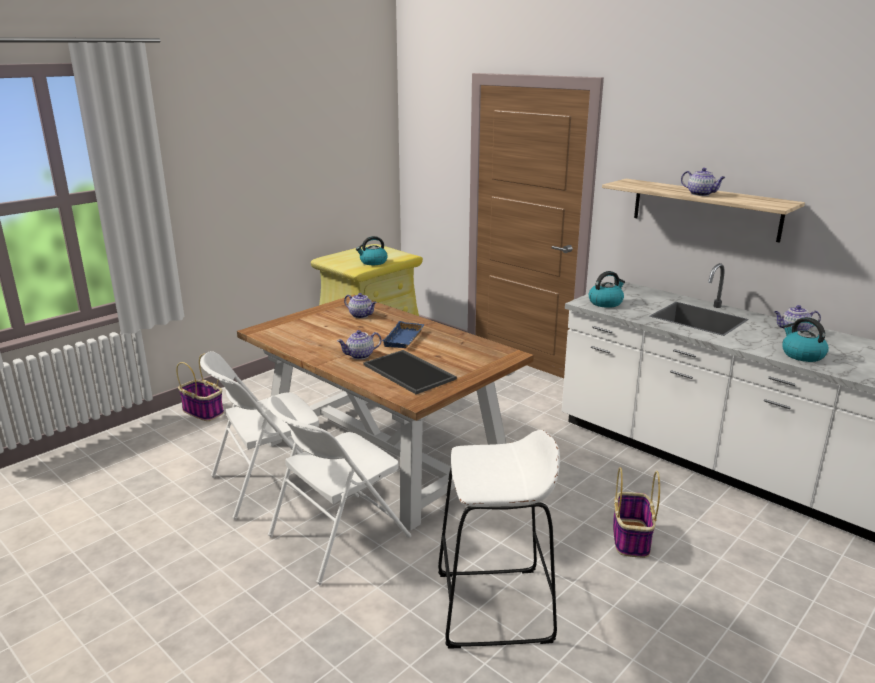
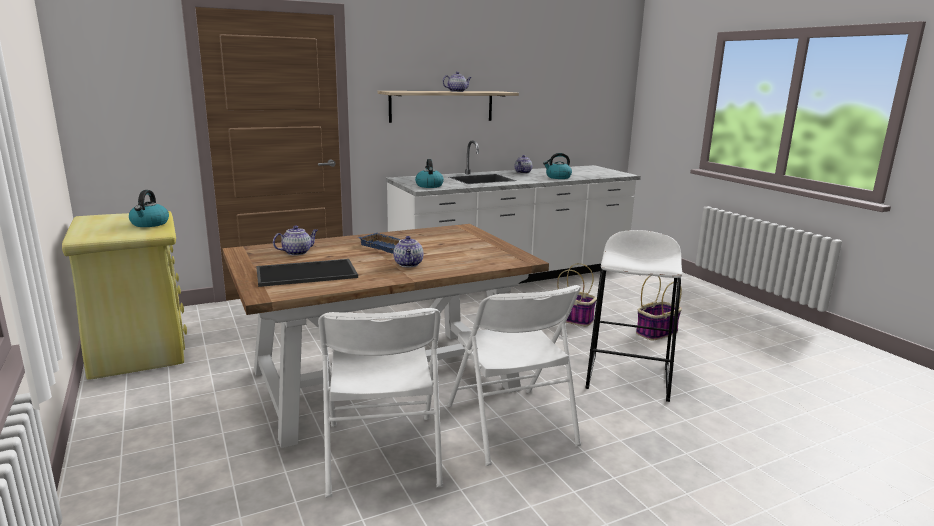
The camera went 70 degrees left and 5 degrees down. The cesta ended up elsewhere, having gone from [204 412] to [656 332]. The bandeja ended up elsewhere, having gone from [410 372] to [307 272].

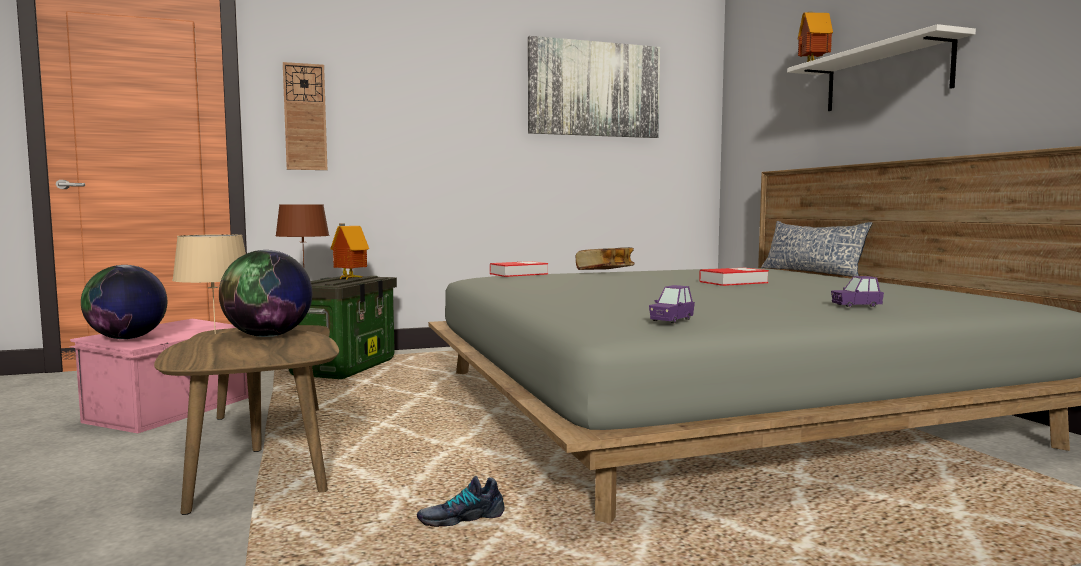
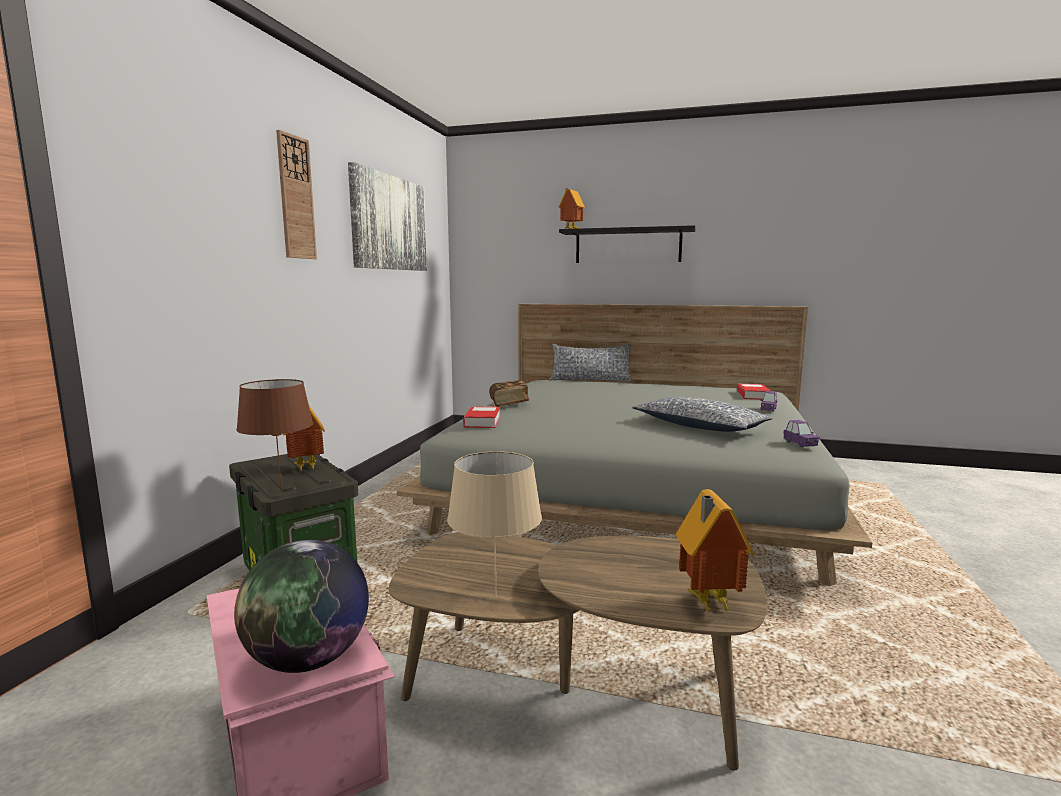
The camera went 55 degrees left and 5 degrees up. The second view lost the globo terráqueo at [268 336]. The reloj de pared ended up elsewhere, having gone from [305 117] to [296 198]. The second view lost the zapato at [461 519]. The libro ended up elsewhere, having gone from [733 282] to [752 395]. What was the estante/blanco at [886 76] turned into the estante/negro at [628 246]. The second view gained the cojín at [699 426]. The second view gained the casita at [706 602].

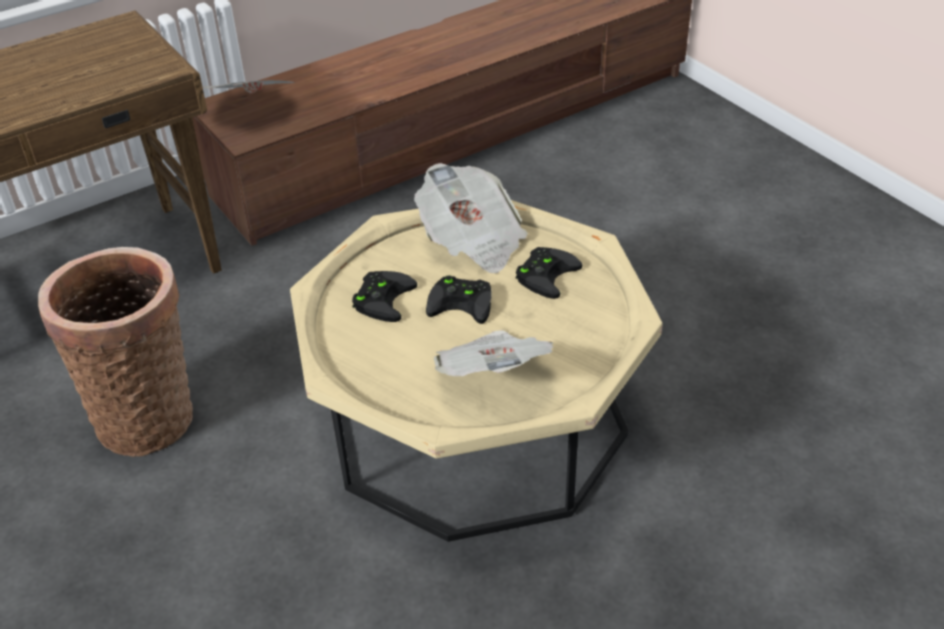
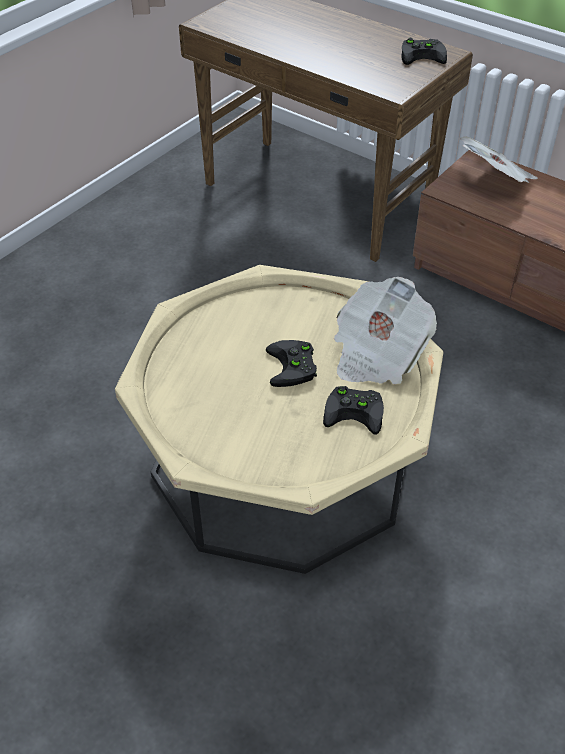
The camera went 70 degrees right and 5 degrees up. The second view lost the cesta at [147 415]. The mando de consola/negro ended up elsewhere, having gone from [382 297] to [423 55]. The second view lost the periódico at [492 376].

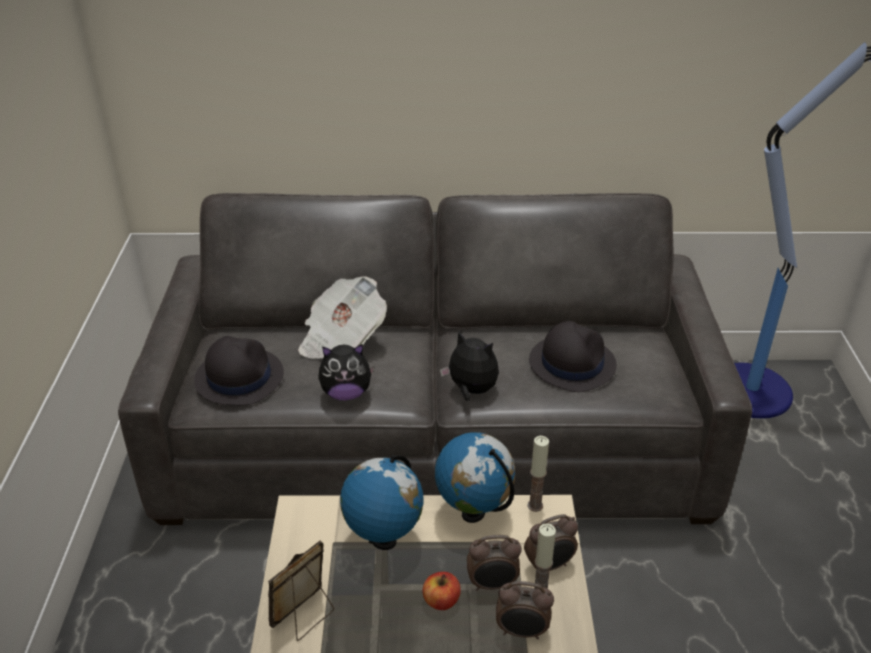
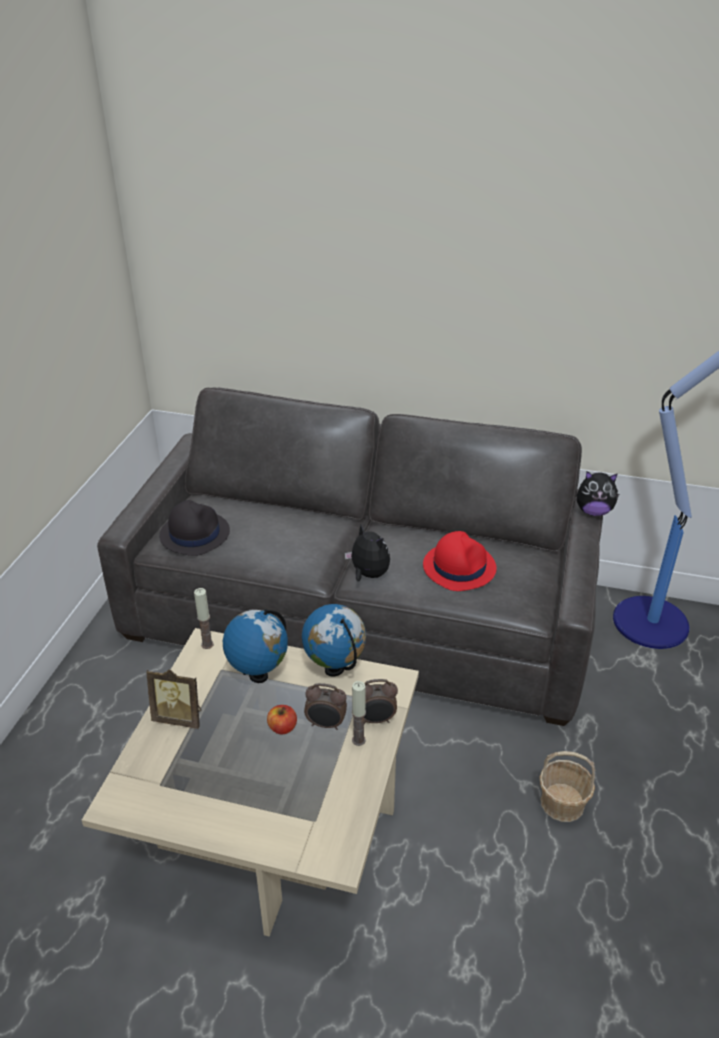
The camera went 15 degrees right and 0 degrees up. The portarretratos at [305 616] ended up facing another way, 135 degrees counterclockwise from before. The second view lost the periódico at [341 339]. The peluche ended up elsewhere, having gone from [346 393] to [593 511]. The second view lost the despertador at [522 632]. The vela ended up elsewhere, having gone from [535 505] to [207 644]. What was the sombrero/negro at [572 363] turned into the sombrero/rojo at [459 566]. The second view gained the cesta at [562 803].

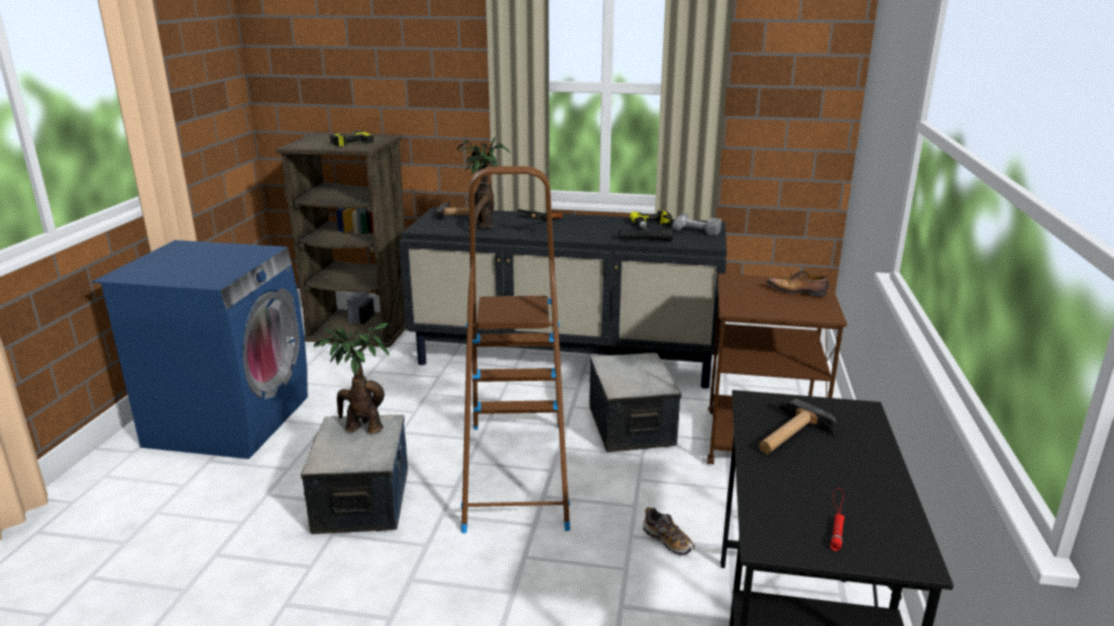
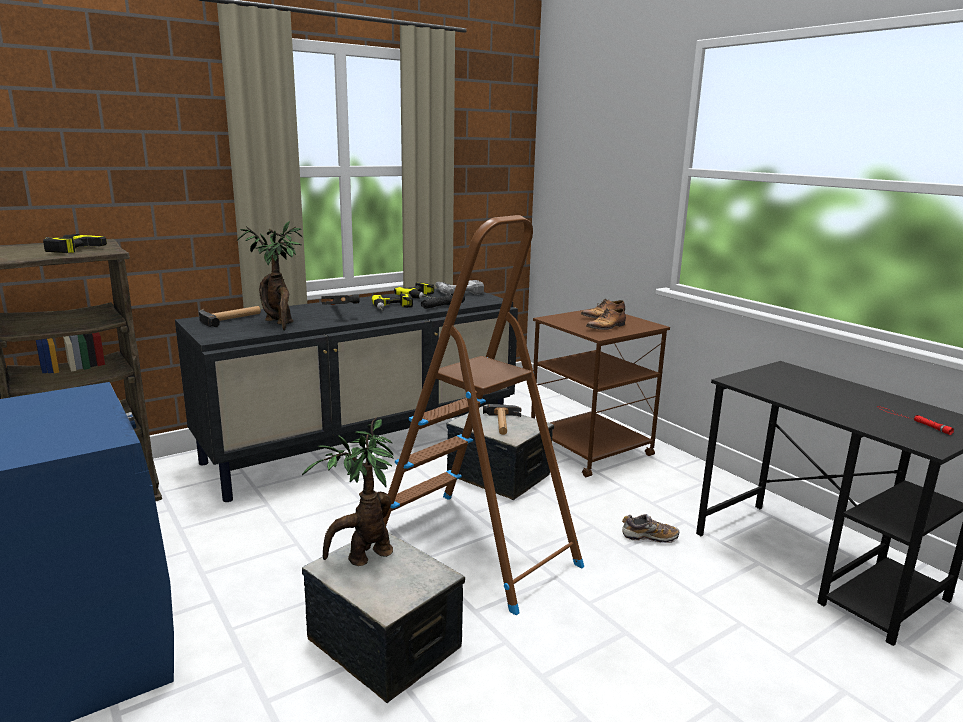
The camera went 45 degrees left and 5 degrees down. The martillo ended up elsewhere, having gone from [789 436] to [502 423]. The second view gained the taladro at [393 308]. The second view gained the zapato at [607 327].

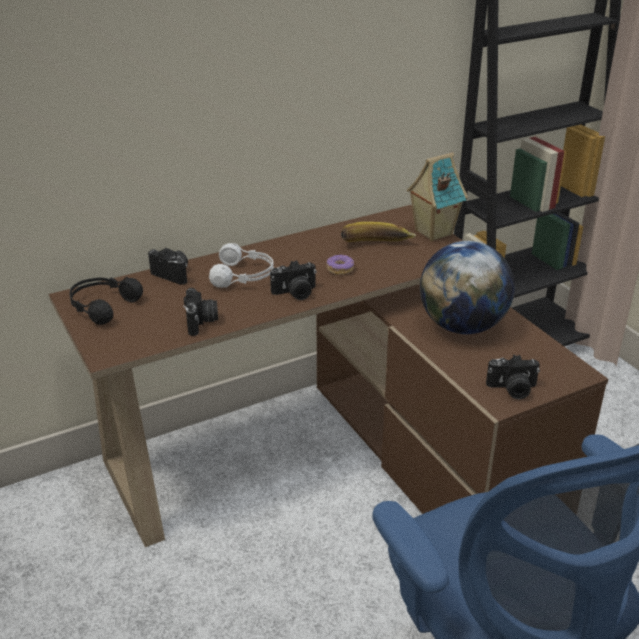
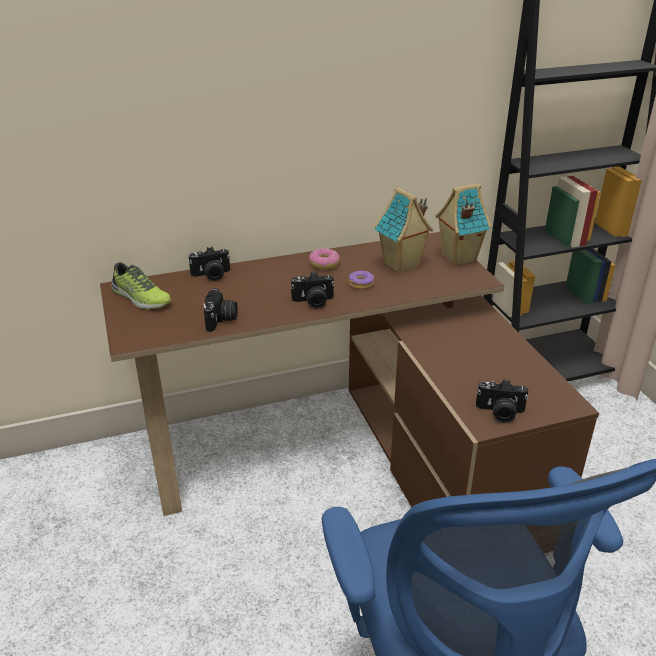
The camera went 10 degrees right and 0 degrees up. Where the auriculares/negro stood at [102 306], the zapato came to stand at [140 298]. The cámara at [173 274] ended up facing another way, 120 degrees clockwise from before. The second view lost the auriculares/blanco at [244 276]. Where the plátano stood at [376 246], the casita came to stand at [401 265]. The second view lost the globo terráqueo at [462 326]. The second view gained the rosquilla at [324 264].

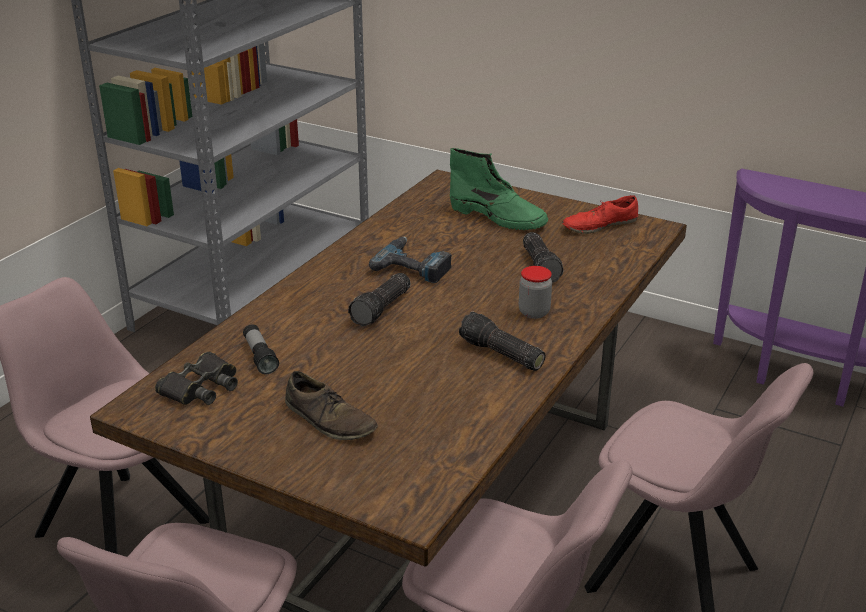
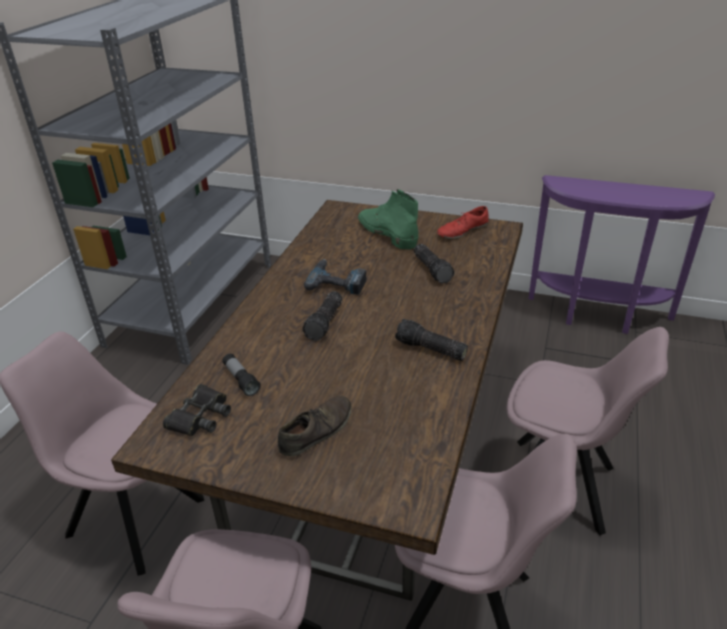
The camera went 10 degrees left and 5 degrees up. The zapato/marrón at [330 420] ended up facing another way, 75 degrees counterclockwise from before. The bota/verde at [498 217] ended up facing another way, 150 degrees counterclockwise from before. The second view lost the tarro at [534 312].

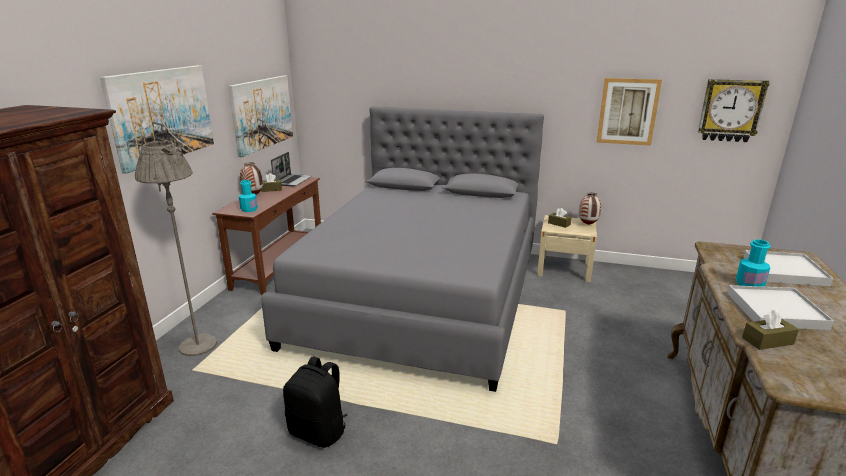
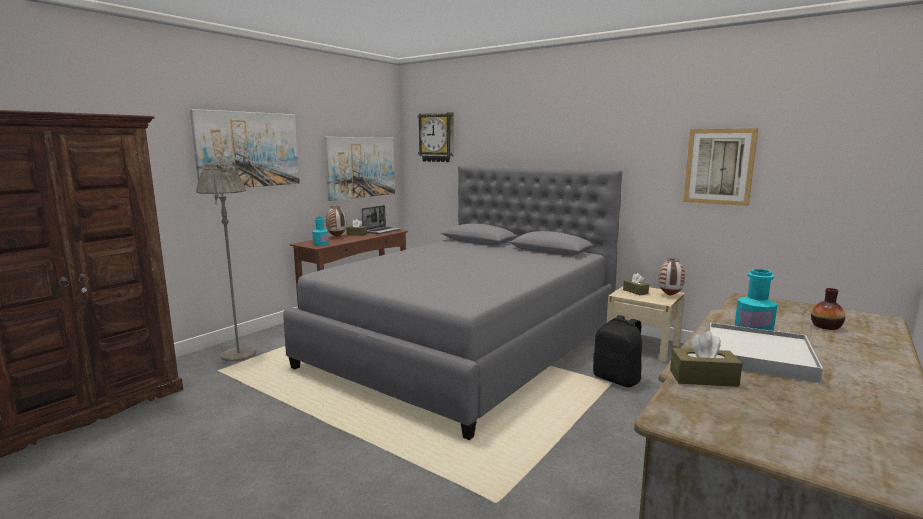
The camera went 20 degrees right and 10 degrees down. The mochila/negro ended up elsewhere, having gone from [319 432] to [617 379]. The reloj de pared ended up elsewhere, having gone from [730 110] to [437 137]. Where the bandeja/blanco stood at [784 271], the florero came to stand at [826 326].

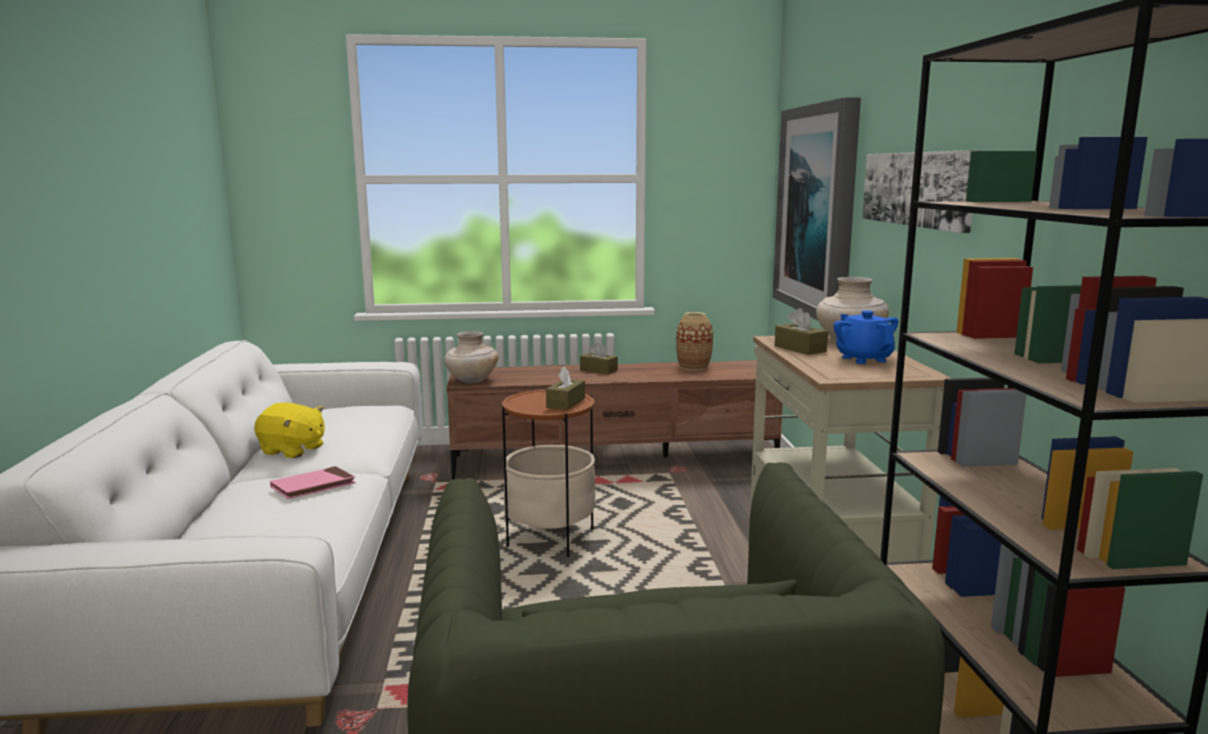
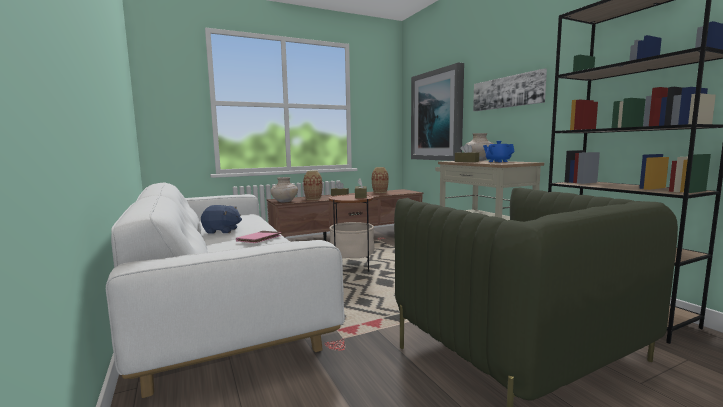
The camera went 20 degrees left and 5 degrees down. What was the peluche/amarillo at [292 450] turned into the peluche/azul at [222 231]. The second view gained the florero at [313 198].

